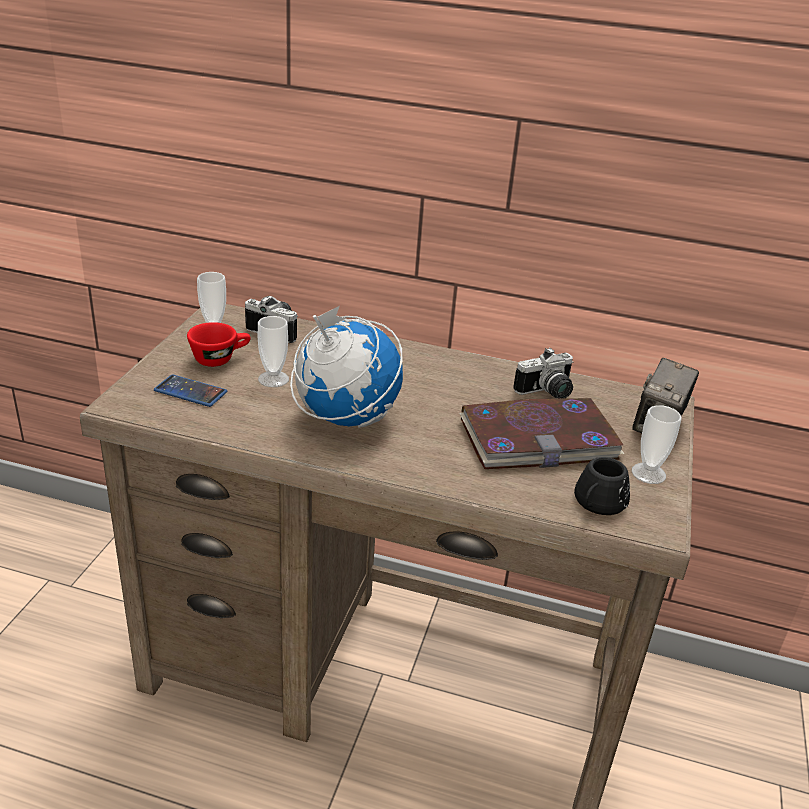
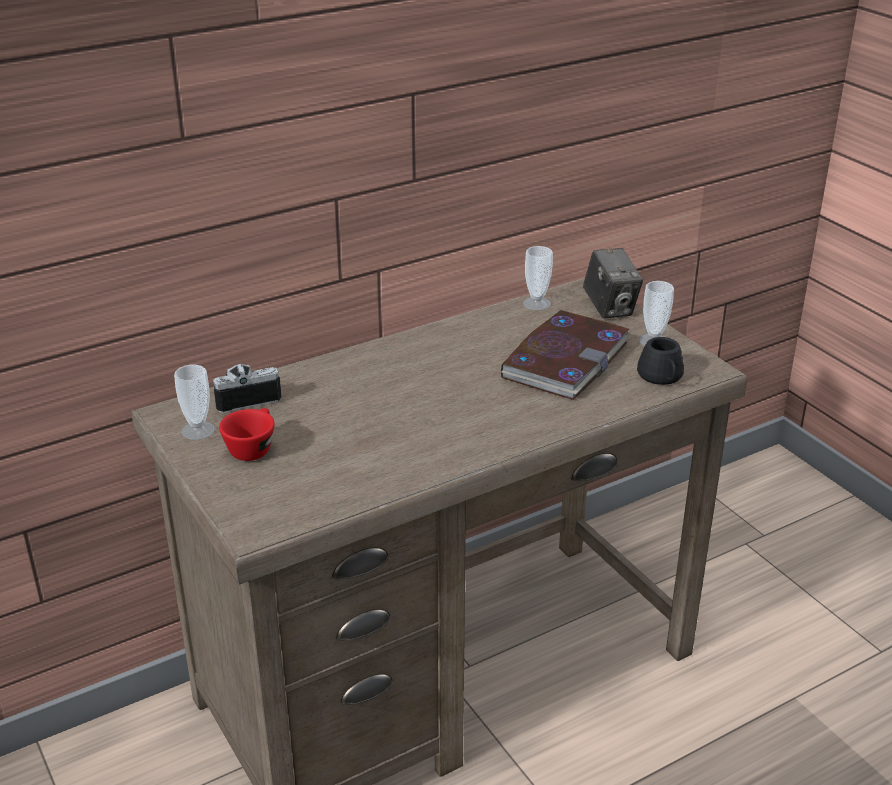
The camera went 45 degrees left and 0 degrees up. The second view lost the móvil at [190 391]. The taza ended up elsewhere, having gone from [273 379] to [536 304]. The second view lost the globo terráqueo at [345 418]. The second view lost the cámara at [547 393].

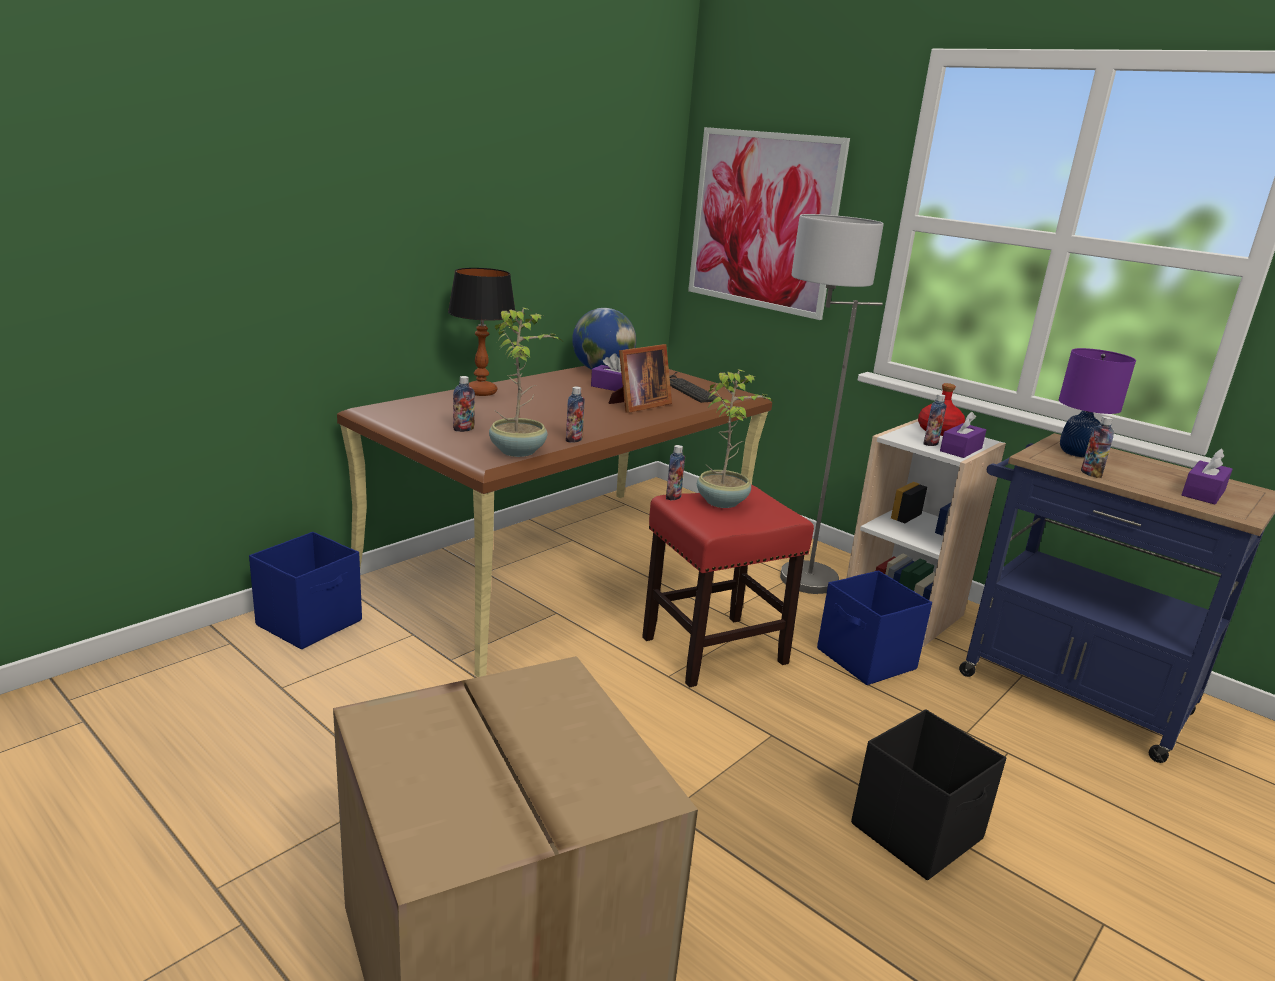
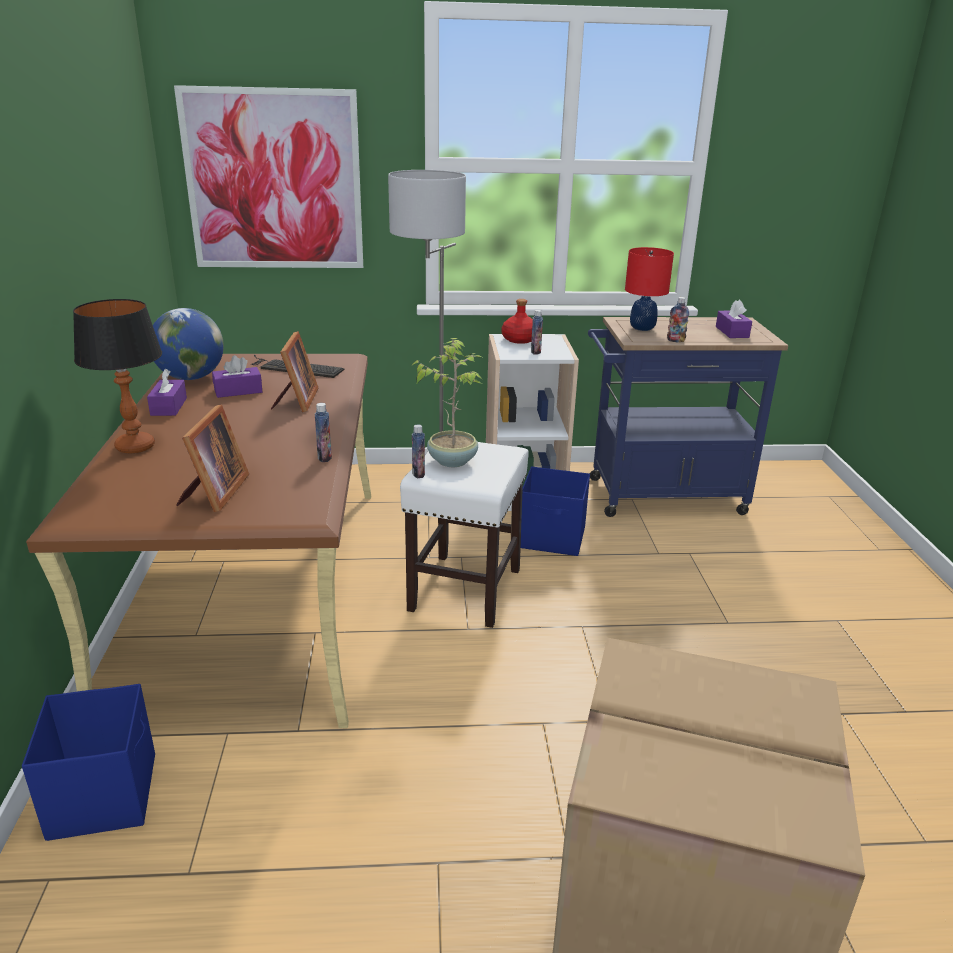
The camera went 45 degrees left and 5 degrees up. Where the botella stood at [463 429], the portarretratos came to stand at [214 493]. The second view lost the planta en maceta at [518 451]. What was the taburete/rojo at [713 651] turned into the taburete/blanco at [465 590]. The second view lost the caja de almacenaje/negro at [918 831]. The caja de pañuelos/morado ended up elsewhere, having gone from [961 449] to [169 406]. What was the lámpara de mesa/morado at [1076 454] turned into the lámpara de mesa/rojo at [643 329].

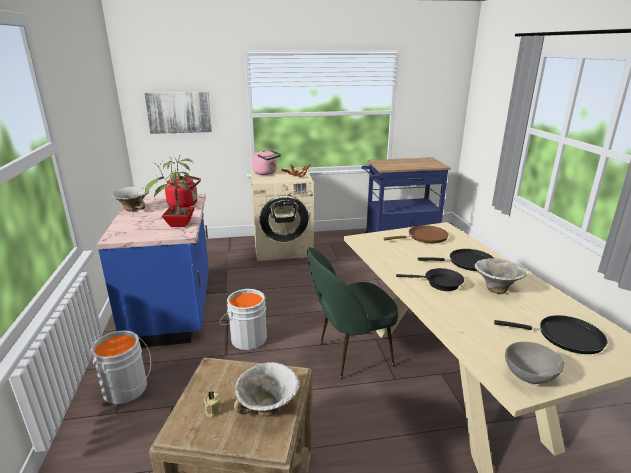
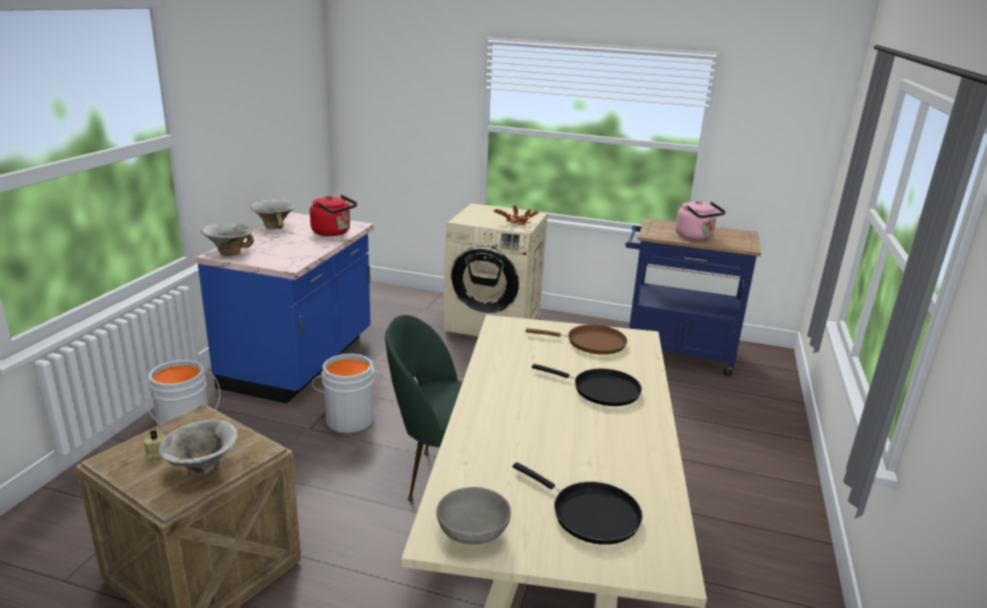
The camera went 25 degrees right and 0 degrees up. The second view lost the cuadro at [179 112]. The second view lost the planta en maceta at [179 225]. The hervidor/rosa ended up elsewhere, having gone from [266 173] to [696 237]. The second view lost the sartén/negro at [439 283]. The cuenco ended up elsewhere, having gone from [495 289] to [229 252].

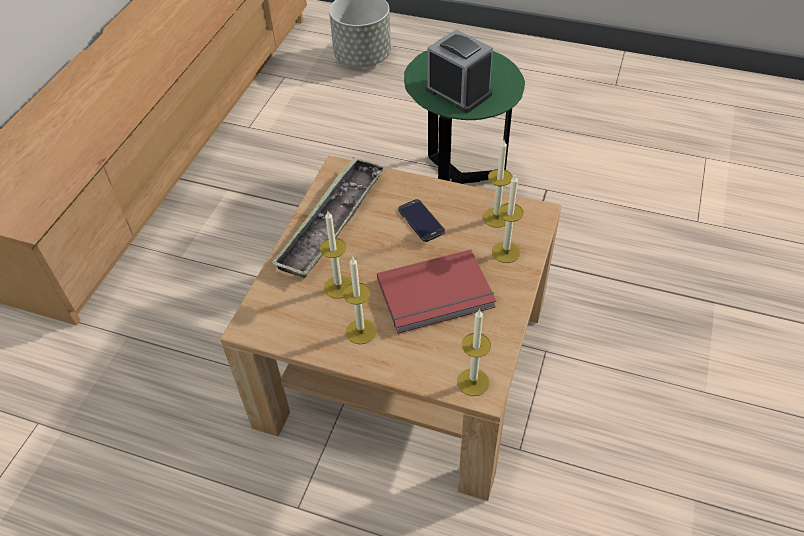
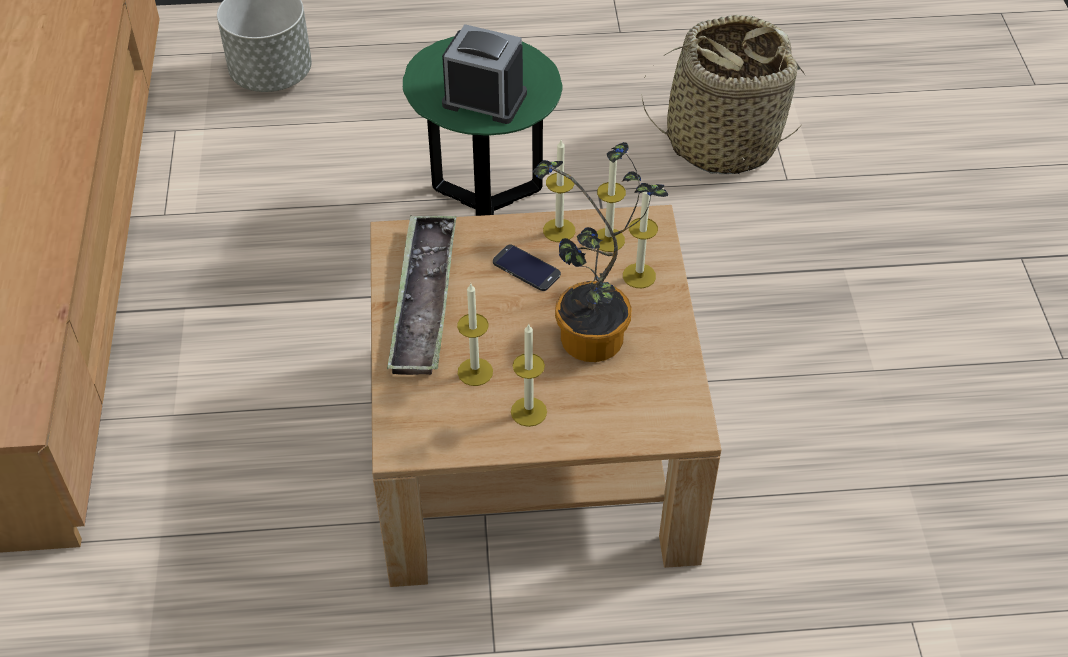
The camera went 25 degrees left and 0 degrees up. Where the libro/rojo stood at [437 296], the planta en maceta came to stand at [590 346]. The vela ended up elsewhere, having gone from [473 382] to [559 230]. The second view gained the cesta at [721 141].

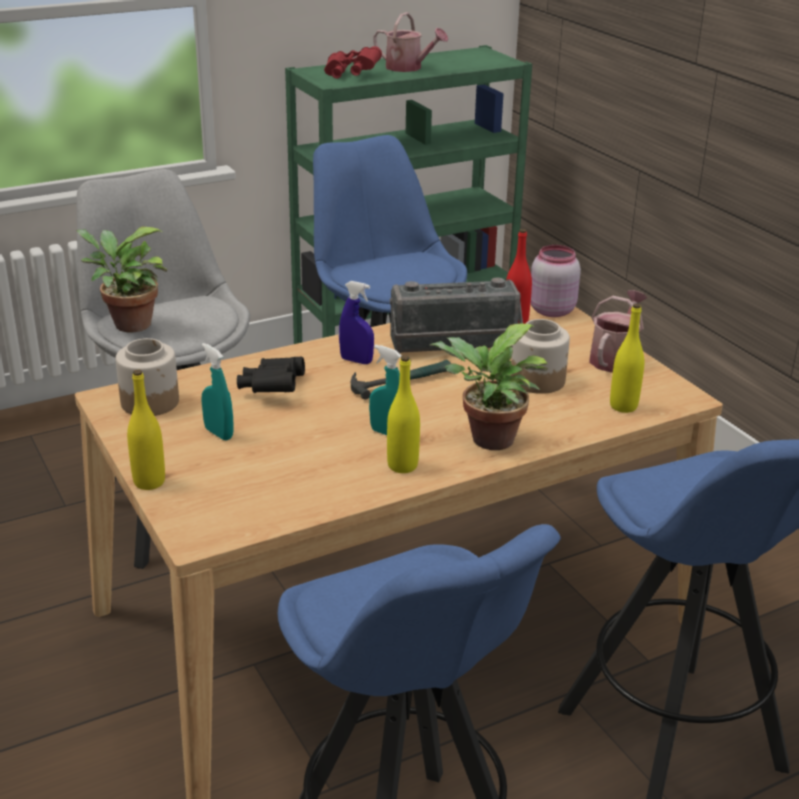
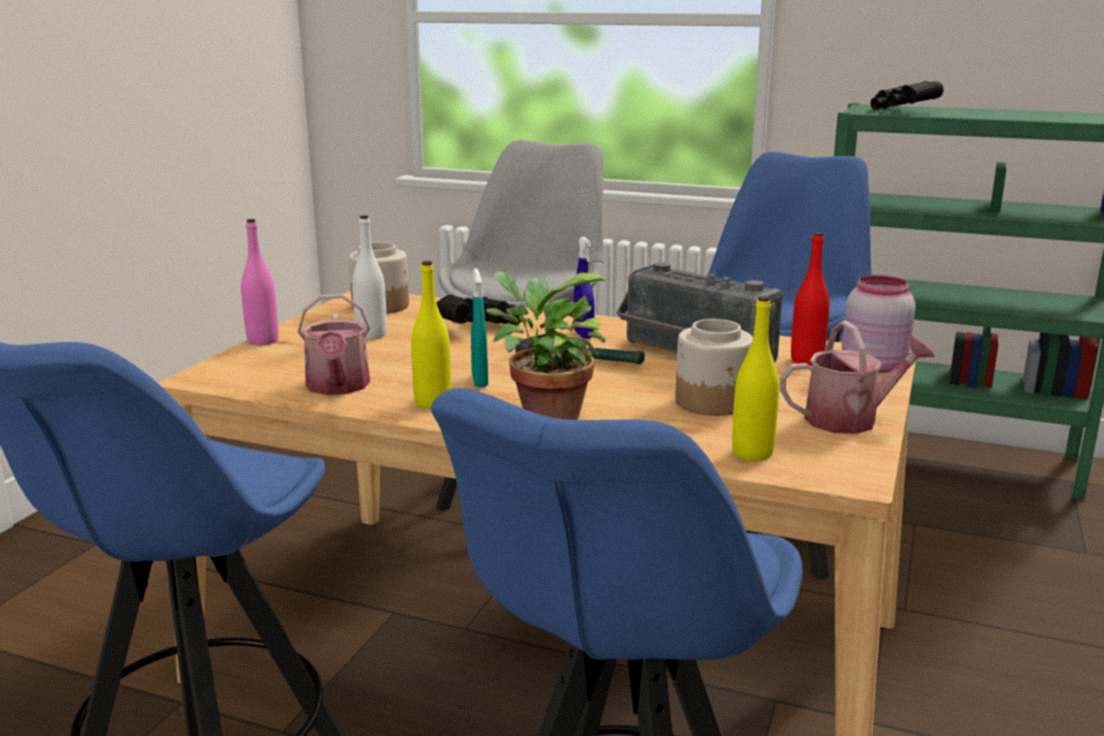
The camera went 50 degrees right and 10 degrees down. The second view lost the planta en maceta at [127 324]. What was the botella/amarillo at [149 482] turned into the botella/rosa at [263 341]. Where the pulverizador/turquesa stood at [218 433], the botella/blanco came to stand at [371 335]. What was the prismáticos/rojo at [350 75] turned into the prismáticos/negro at [900 111]. The regadera ended up elsewhere, having gone from [408 68] to [338 387].

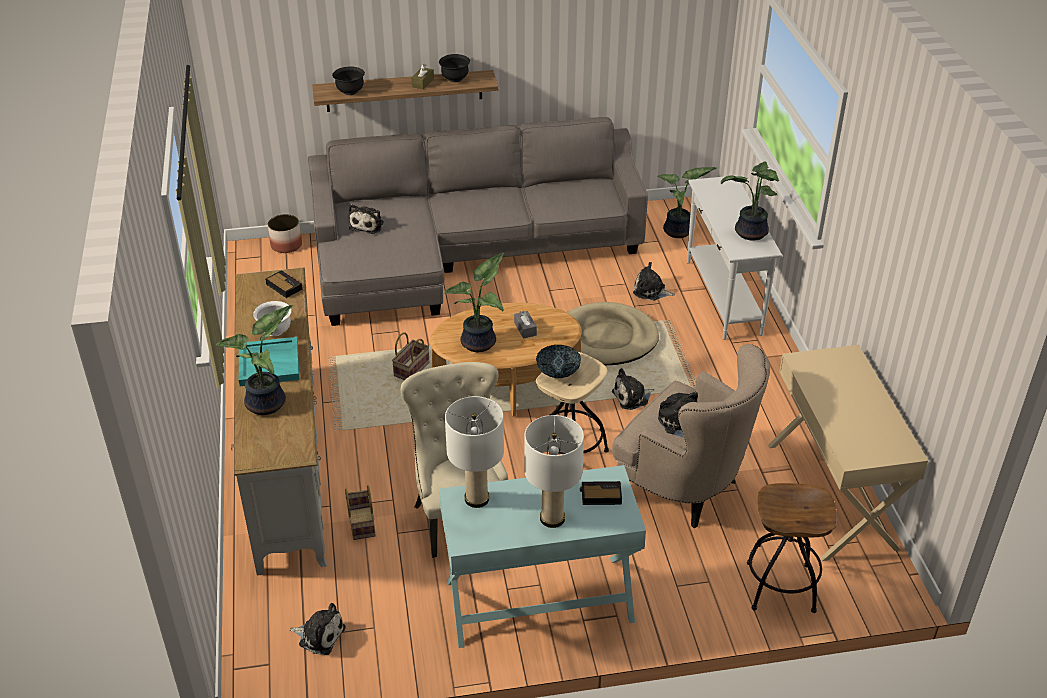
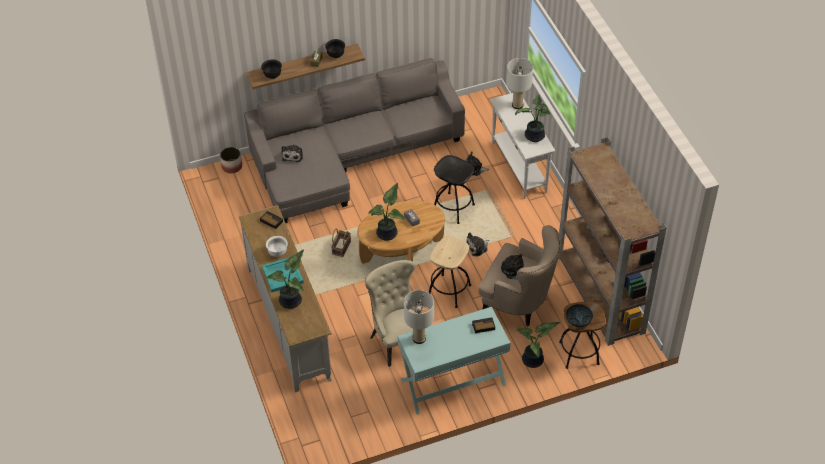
The camera went 10 degrees left and 10 degrees up. The second view lost the peluche at [319 635]. The second view lost the cesta at [360 522]. The lámpara de mesa/blanco ended up elsewhere, having gone from [552 518] to [517 105]. The cuenco ended up elsewhere, having gone from [558 371] to [578 320]. Where the cama para perro/beis stood at [606 338], the taburete/negro came to stand at [453 208]. The planta en maceta ended up elsewhere, having gone from [679 232] to [534 361]. Where the escritorio/beis stood at [832 495], the estantería/marrón came to stand at [600 294].

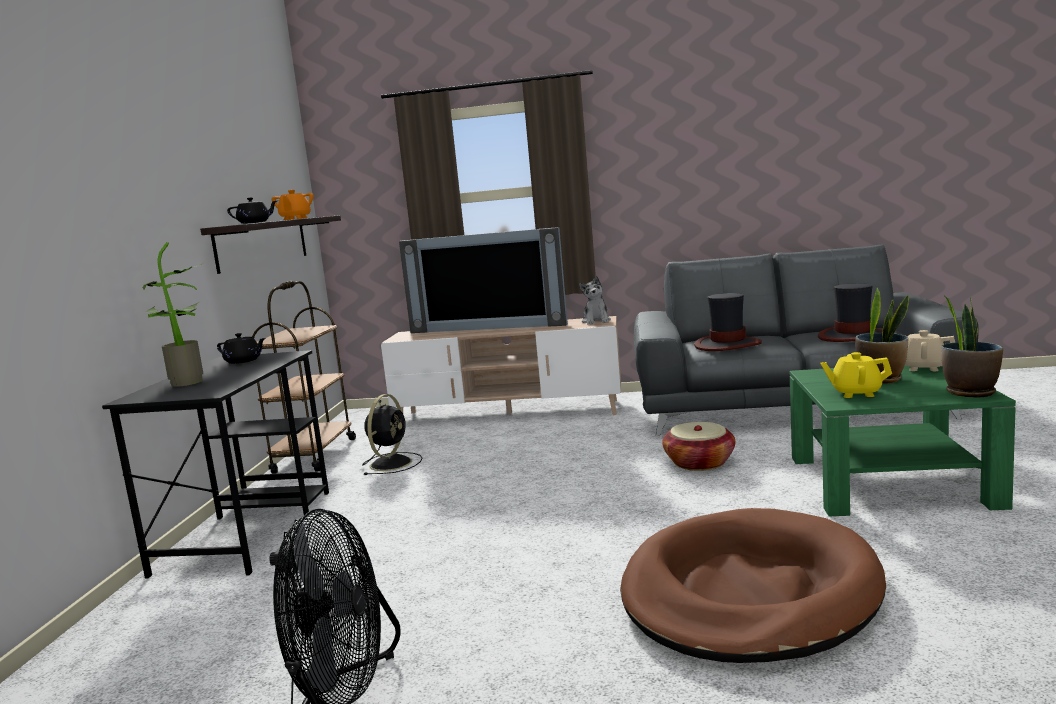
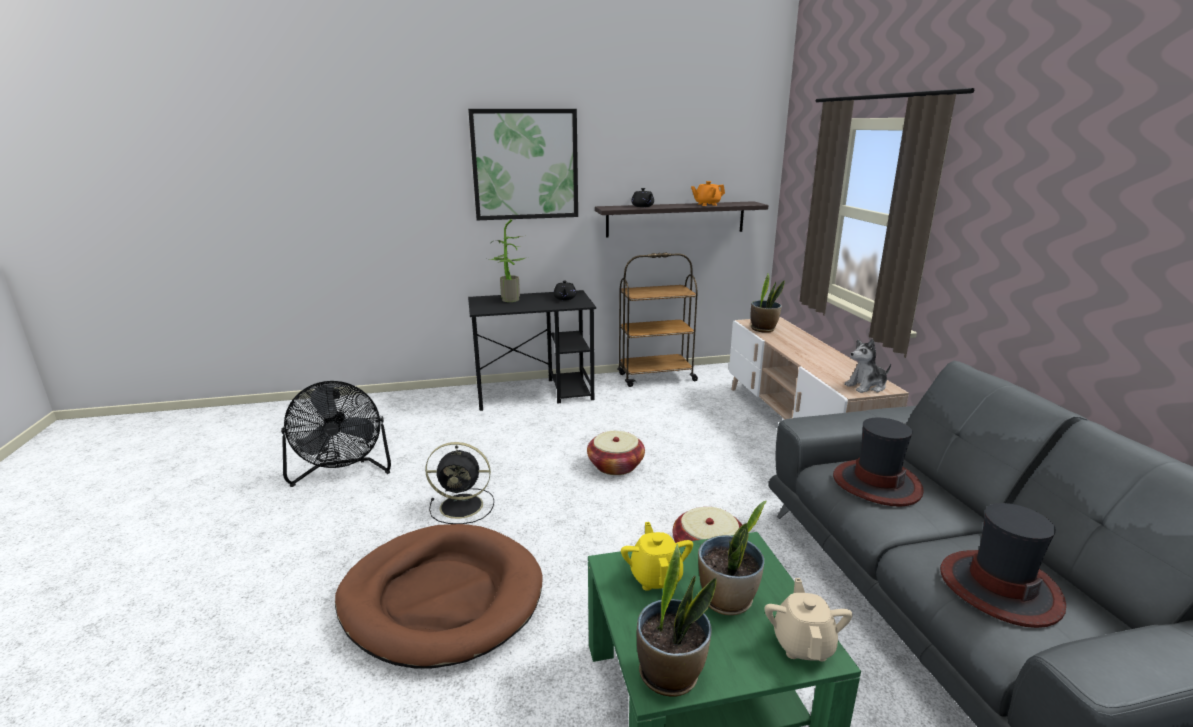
The camera went 70 degrees right and 10 degrees up. The ventilador/negro ended up elsewhere, having gone from [392 463] to [463 506]. The second view lost the televisor at [489 327]. The second view gained the cuadro at [525 165]. The second view gained the cesta at [615 465]. The second view gained the planta en maceta at [763 329].

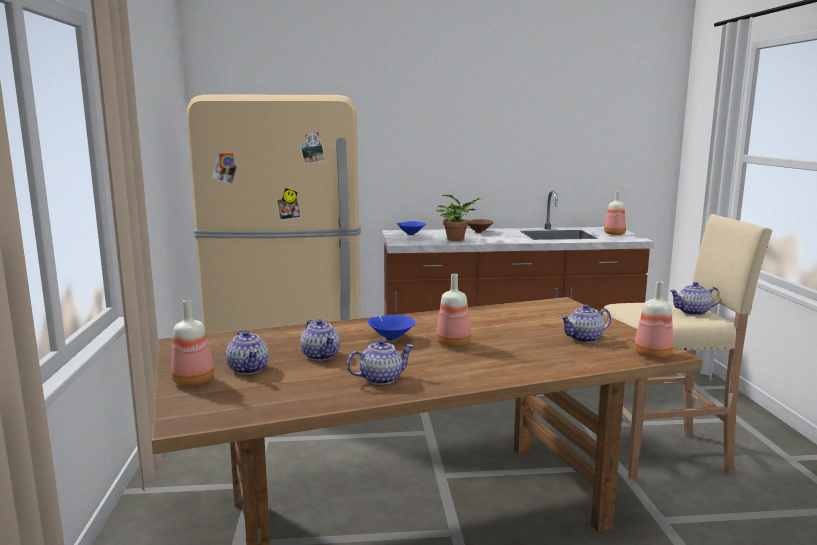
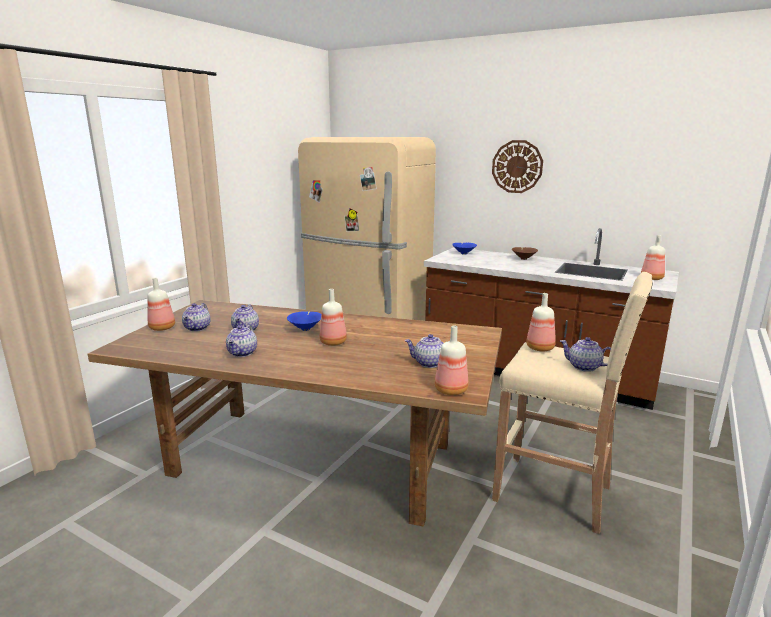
The camera went 35 degrees right and 5 degrees up. The tetera at [381 379] ended up facing another way, 90 degrees clockwise from before. The second view lost the planta en maceta at [457 239]. The second view gained the reloj de pared at [517 166]. The second view gained the botella at [541 348].

